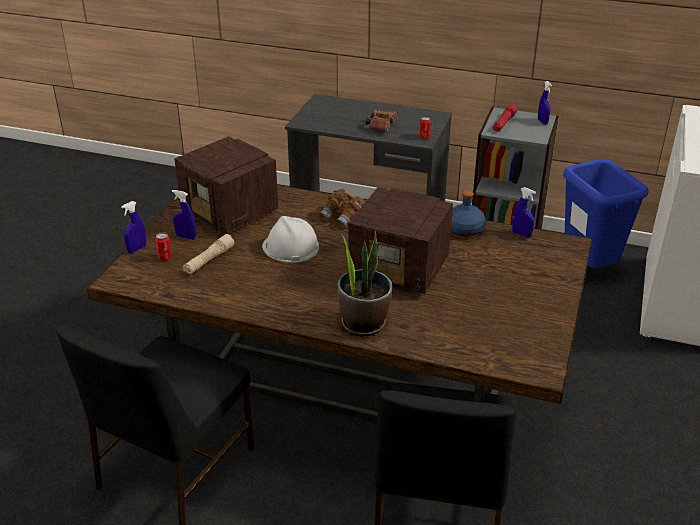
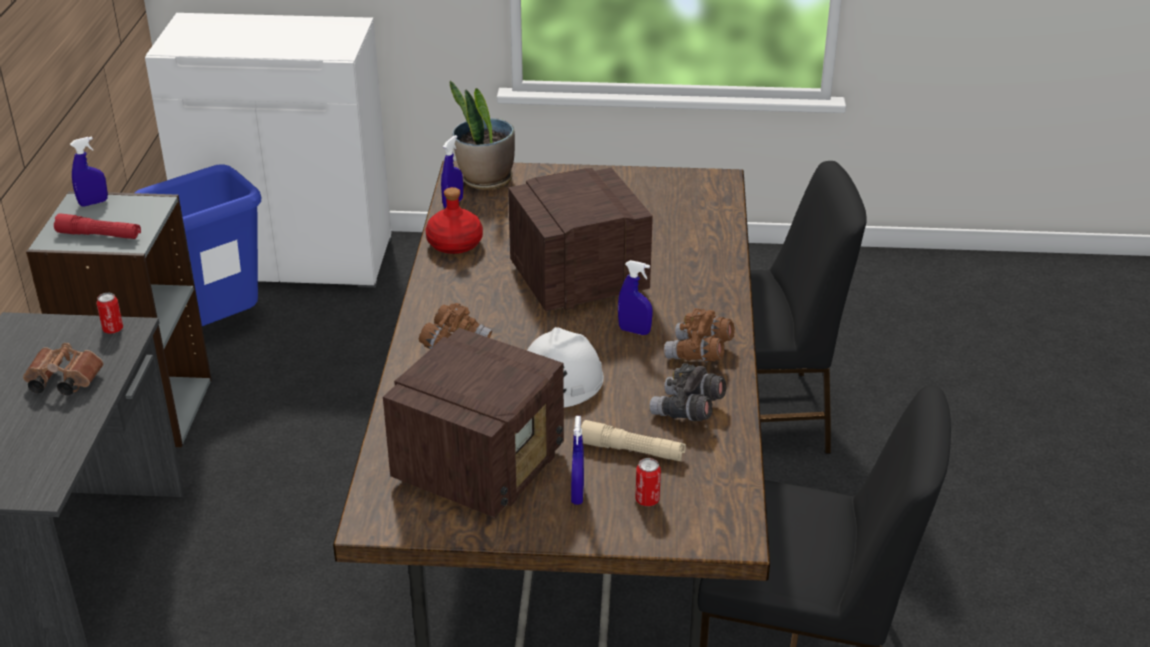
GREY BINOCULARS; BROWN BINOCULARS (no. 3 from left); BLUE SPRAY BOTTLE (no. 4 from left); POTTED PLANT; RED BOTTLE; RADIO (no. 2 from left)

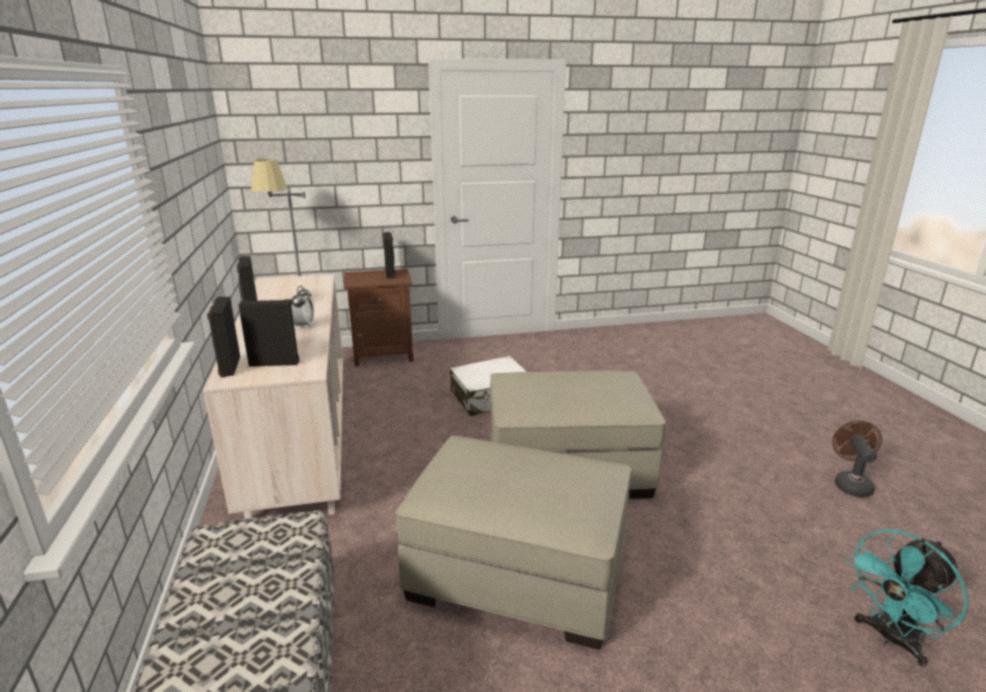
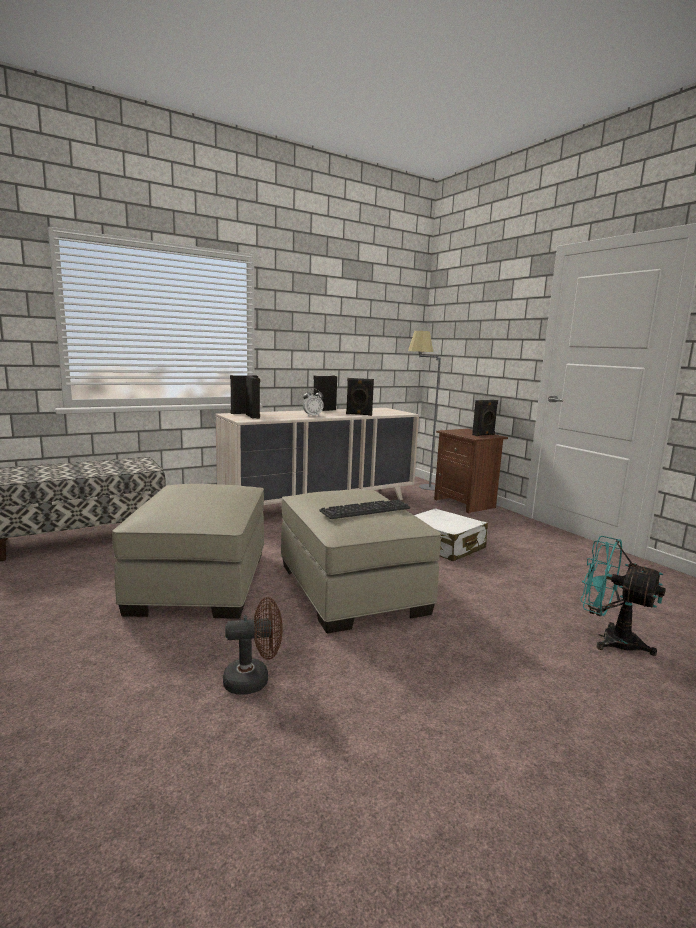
KEYBOARD; BLACK SPEAKER (no. 4 from left); BROWN FAN; TURQUOISE FAN

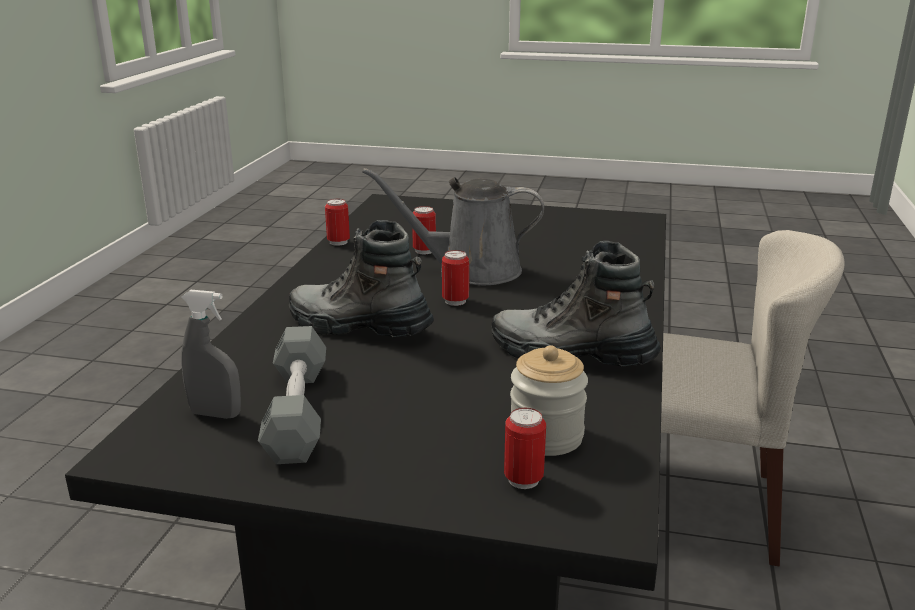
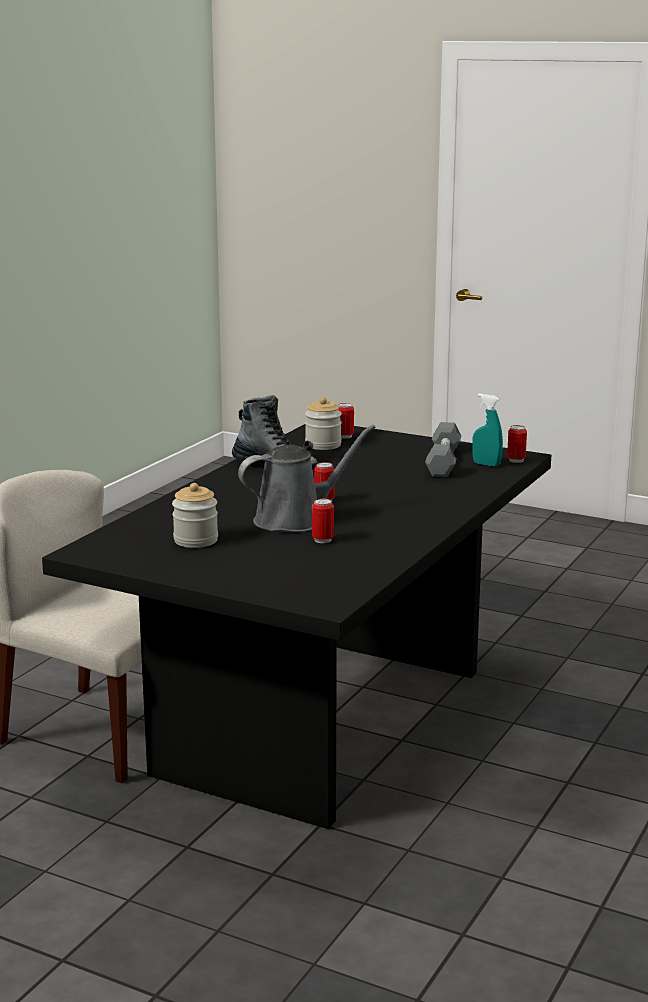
BOOT (no. 1 from left in the first image); JAR (no. 1 from left); CAN (no. 4 from left); TURQUOISE SPRAY BOTTLE; GREY WATERING CAN

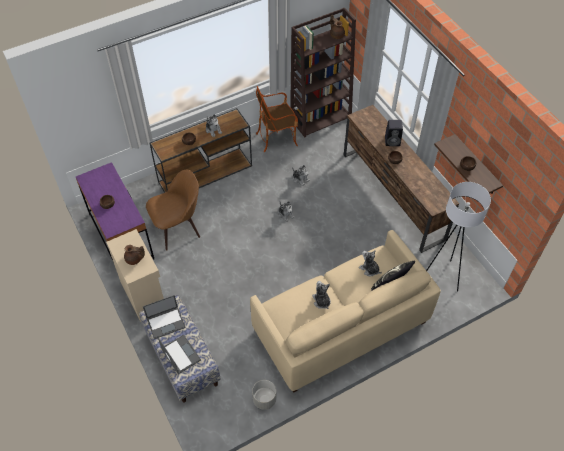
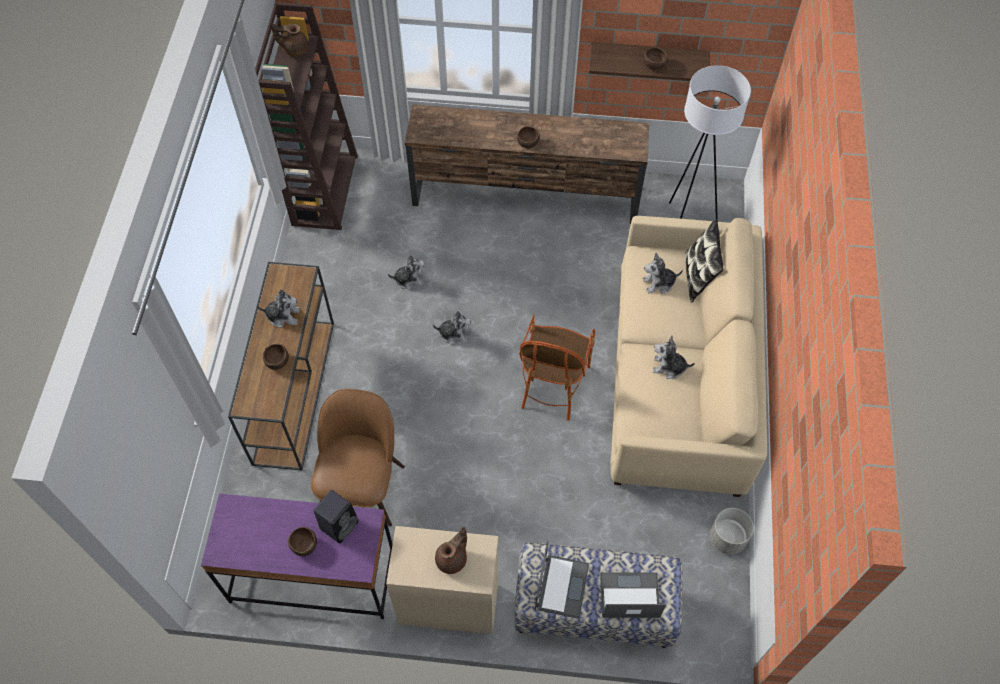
ARMCHAIR; BLACK SPEAKER

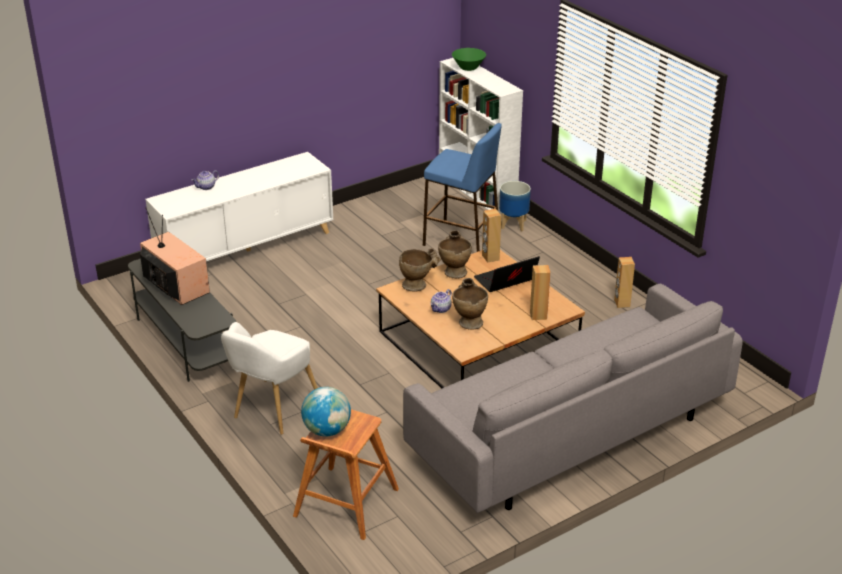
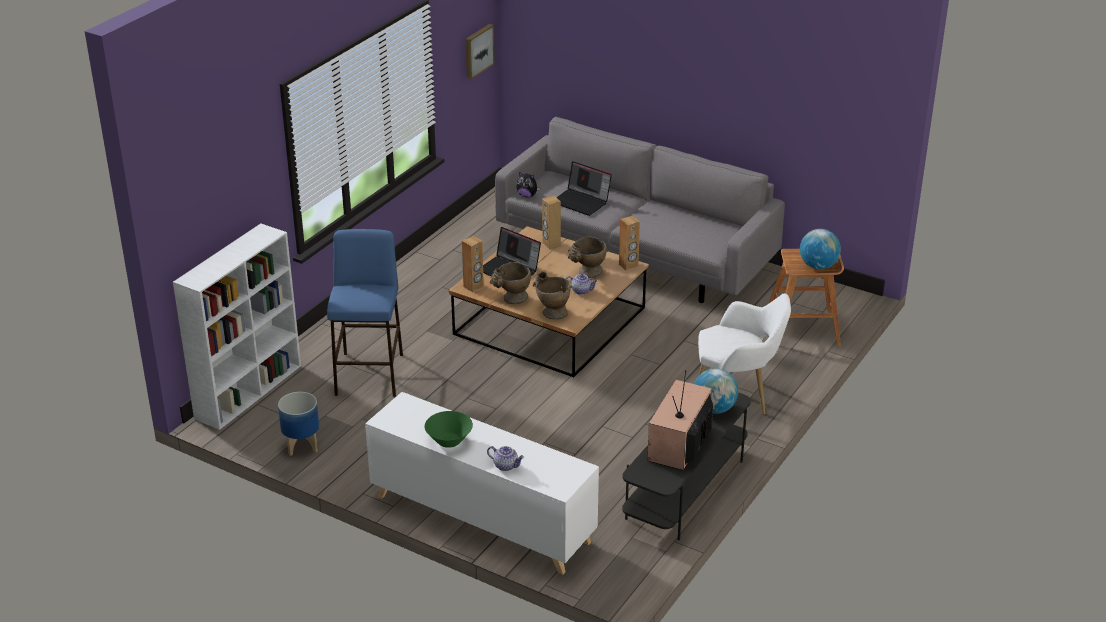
PICTURE; PLUSH TOY; LAPTOP (no. 2 from left); GLOBE (no. 1 from left); GREEN BOWL; PLANTER; BROWN SPEAKER (no. 3 from left)

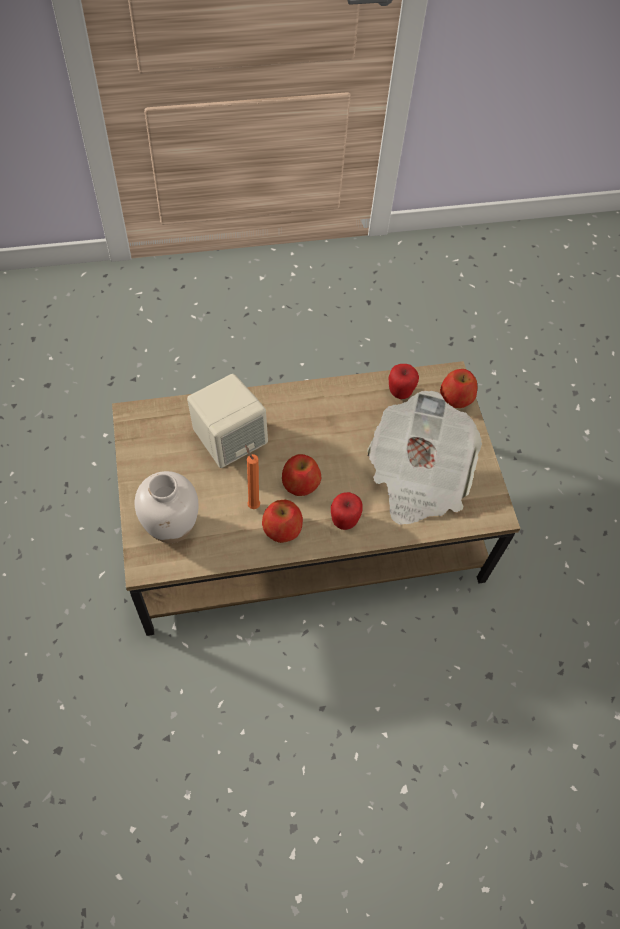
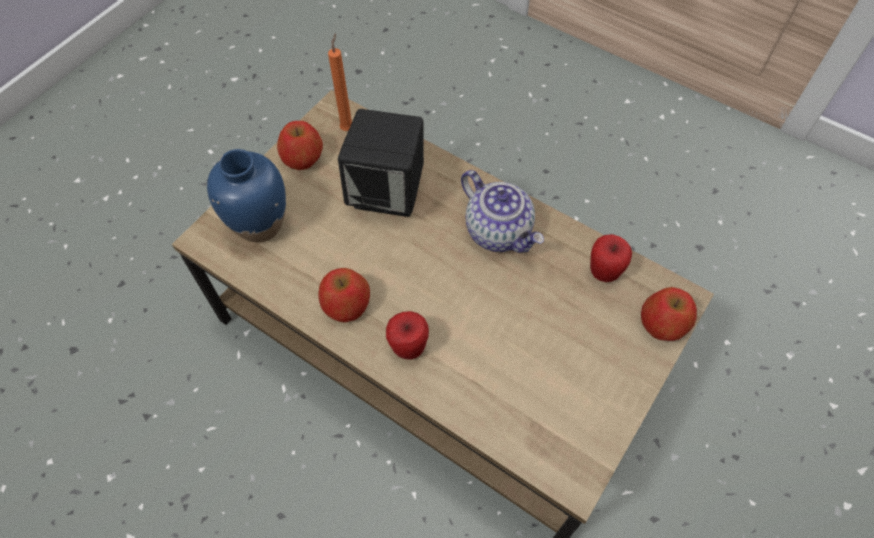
NEWSPAPER; TEAPOT; ORANGE CANDLE; APPLE (no. 1 from left); BLUE VASE; BLACK SPEAKER

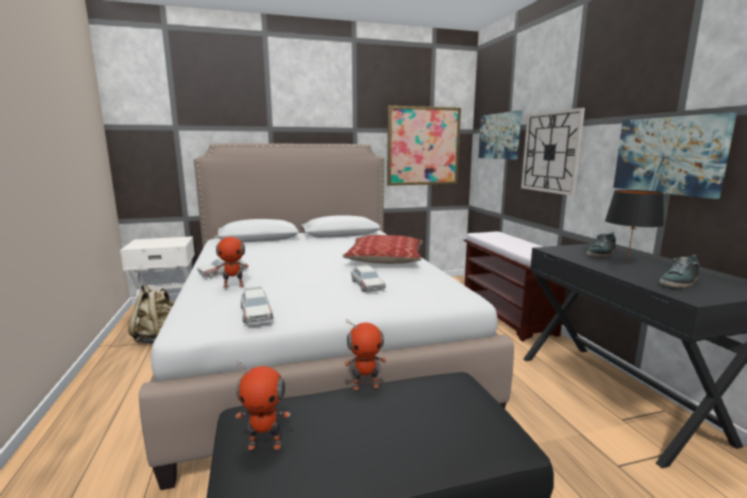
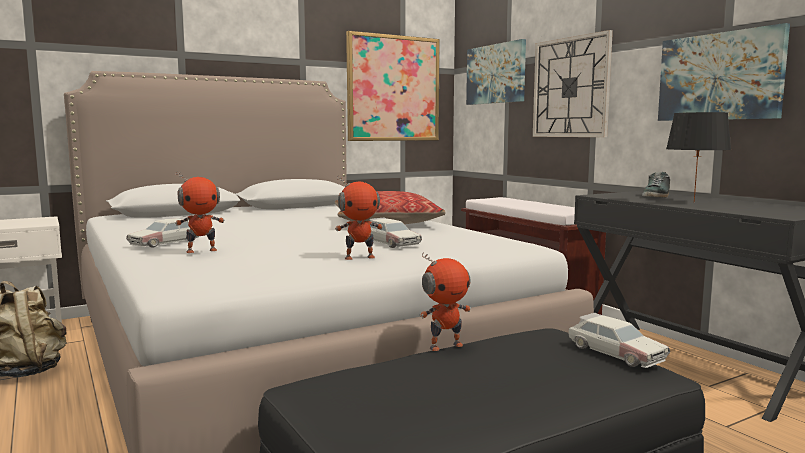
SHOE (no. 2 from left in the first image); TOY ROBOT (no. 2 from left); TOY CAR (no. 3 from left)

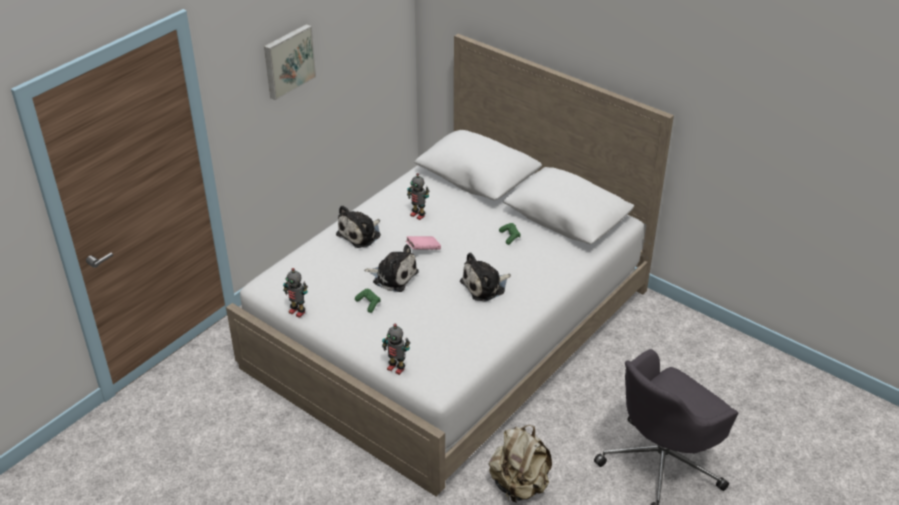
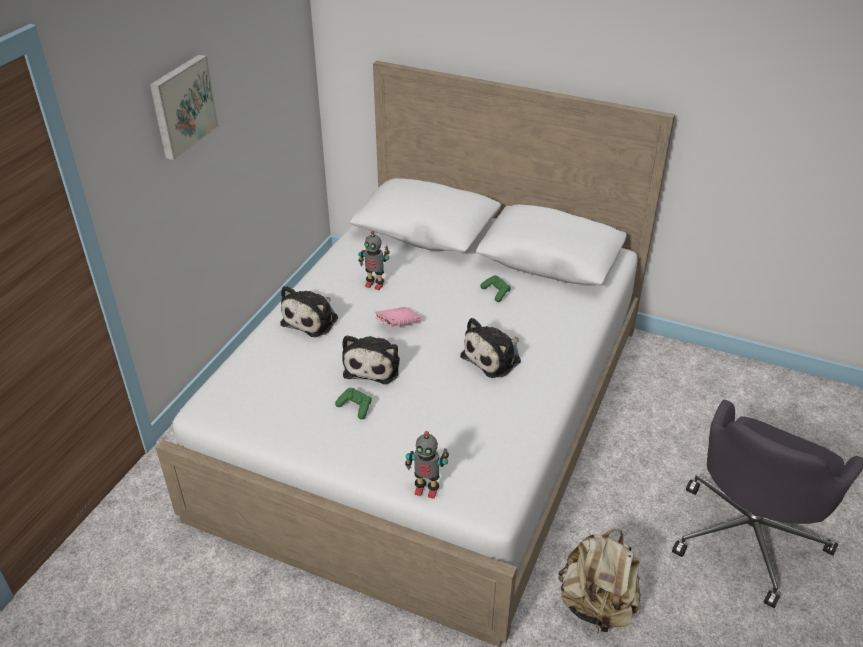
TOY ROBOT (no. 1 from left in the first image); PLUSH TOY (no. 2 from left)

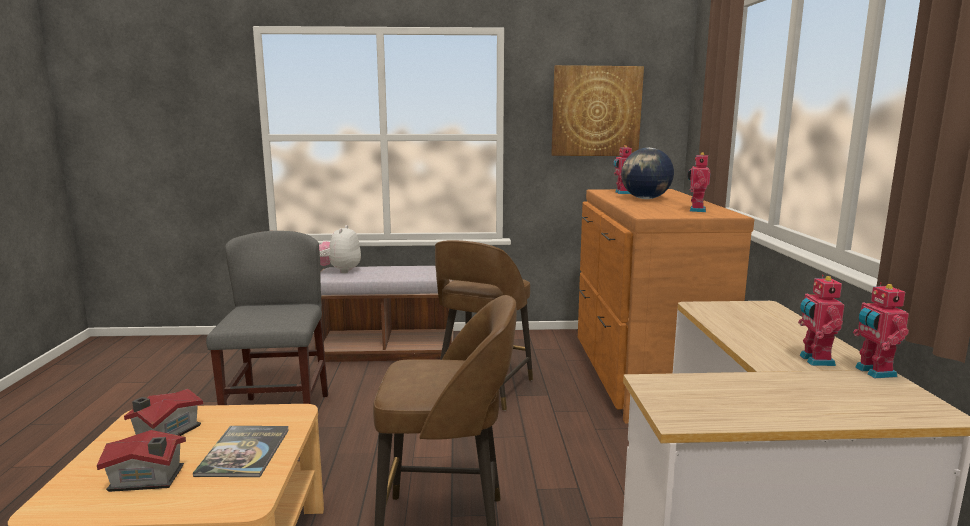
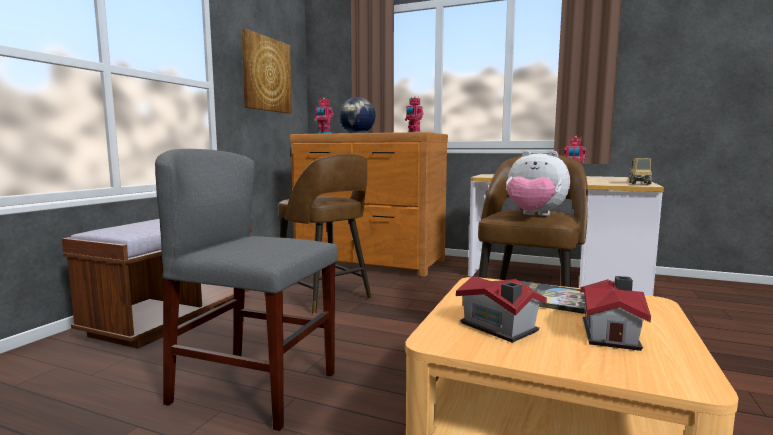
TOY ROBOT (no. 4 from left in the first image); TOY TRUCK; PLUSH TOY

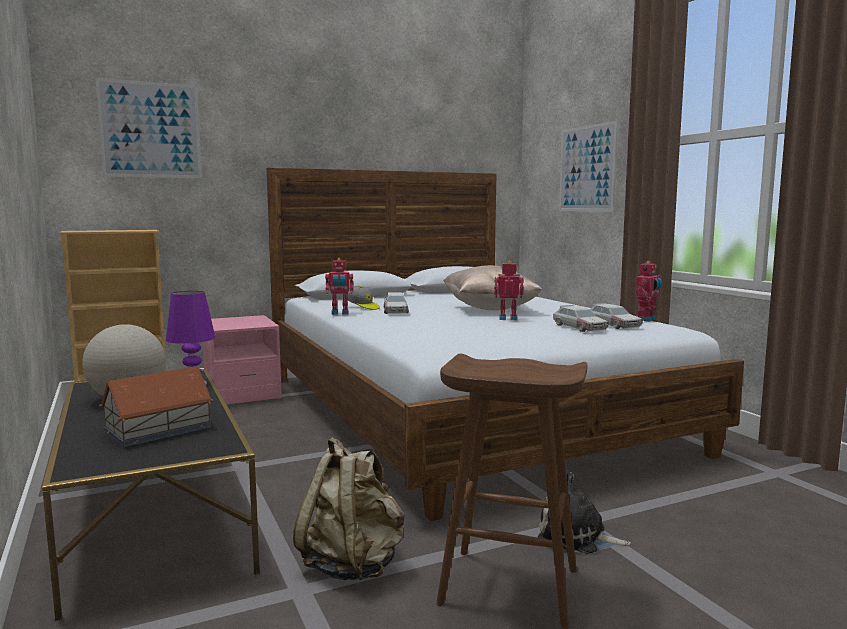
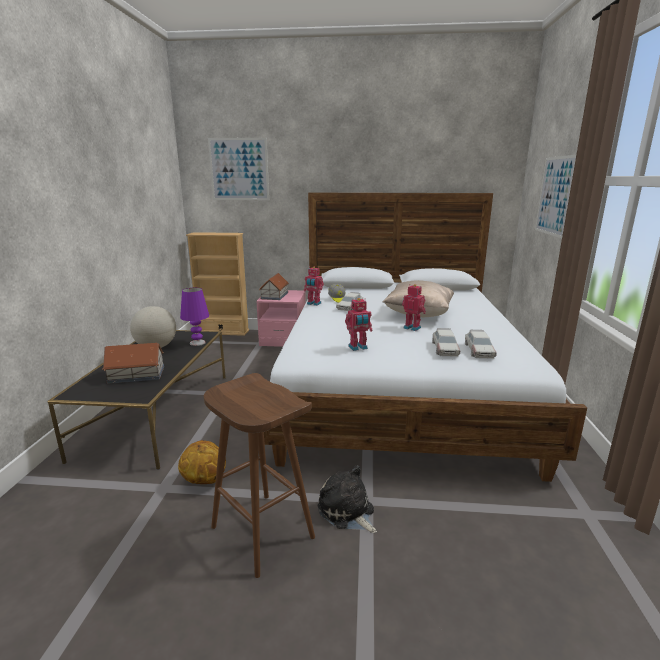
TOY HOUSE (no. 2 from left); TOY ROBOT (no. 2 from left); BASKETBALL

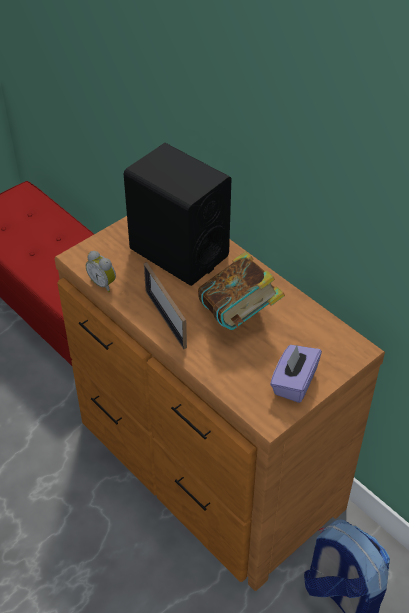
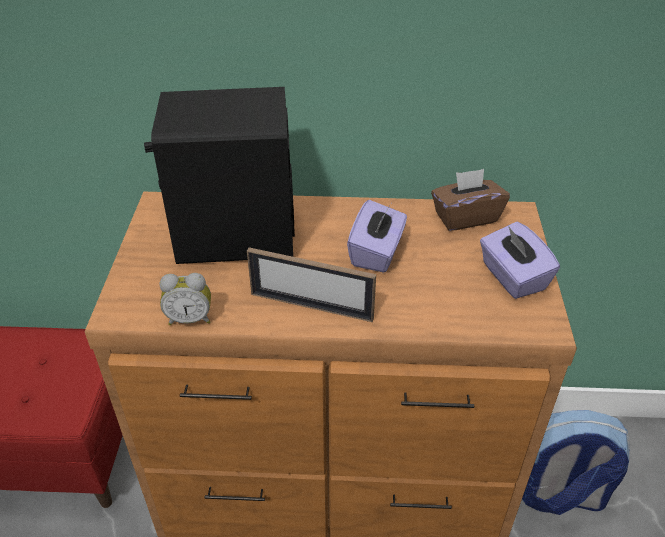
BROWN TISSUE BOX; PURPLE TISSUE BOX (no. 1 from left)

